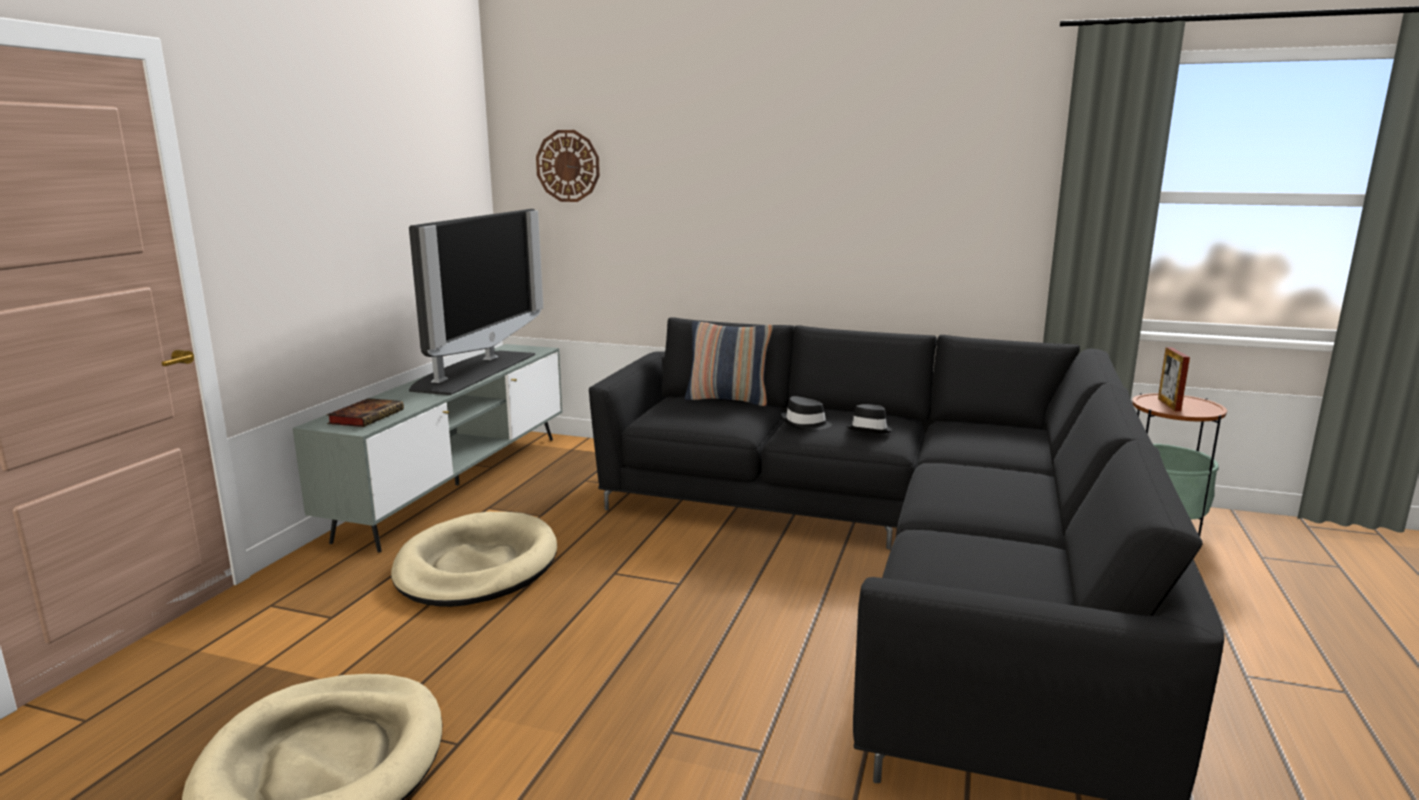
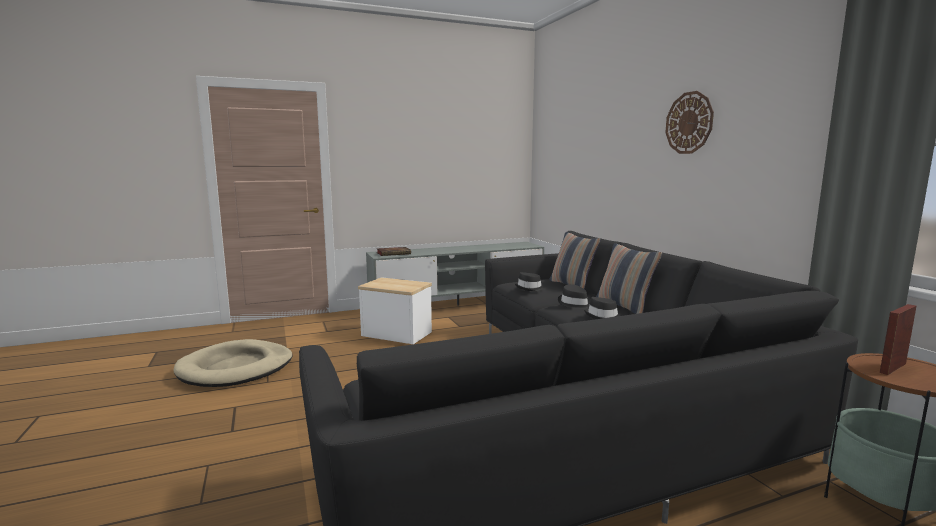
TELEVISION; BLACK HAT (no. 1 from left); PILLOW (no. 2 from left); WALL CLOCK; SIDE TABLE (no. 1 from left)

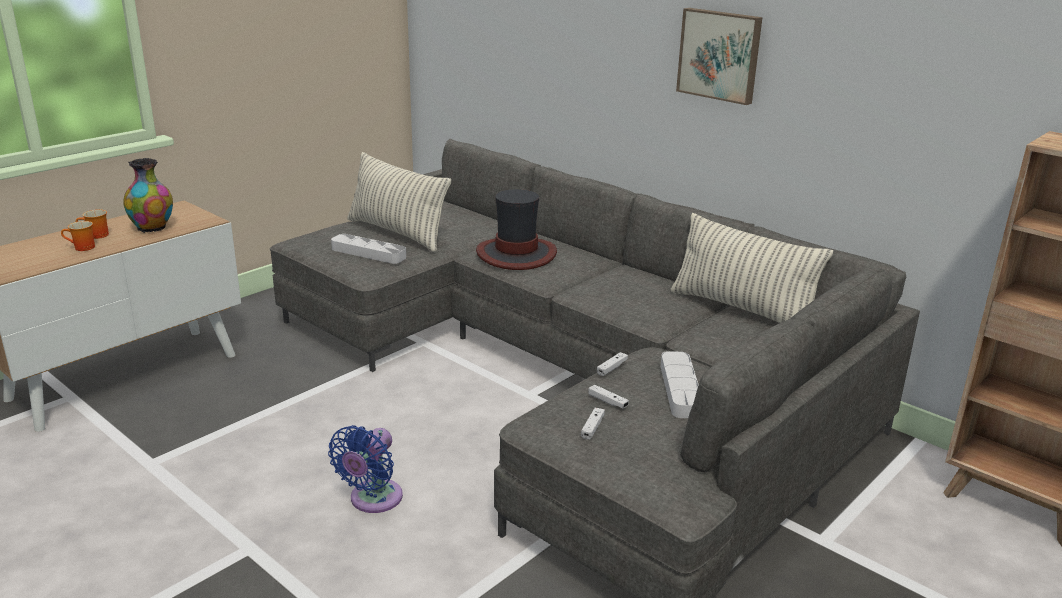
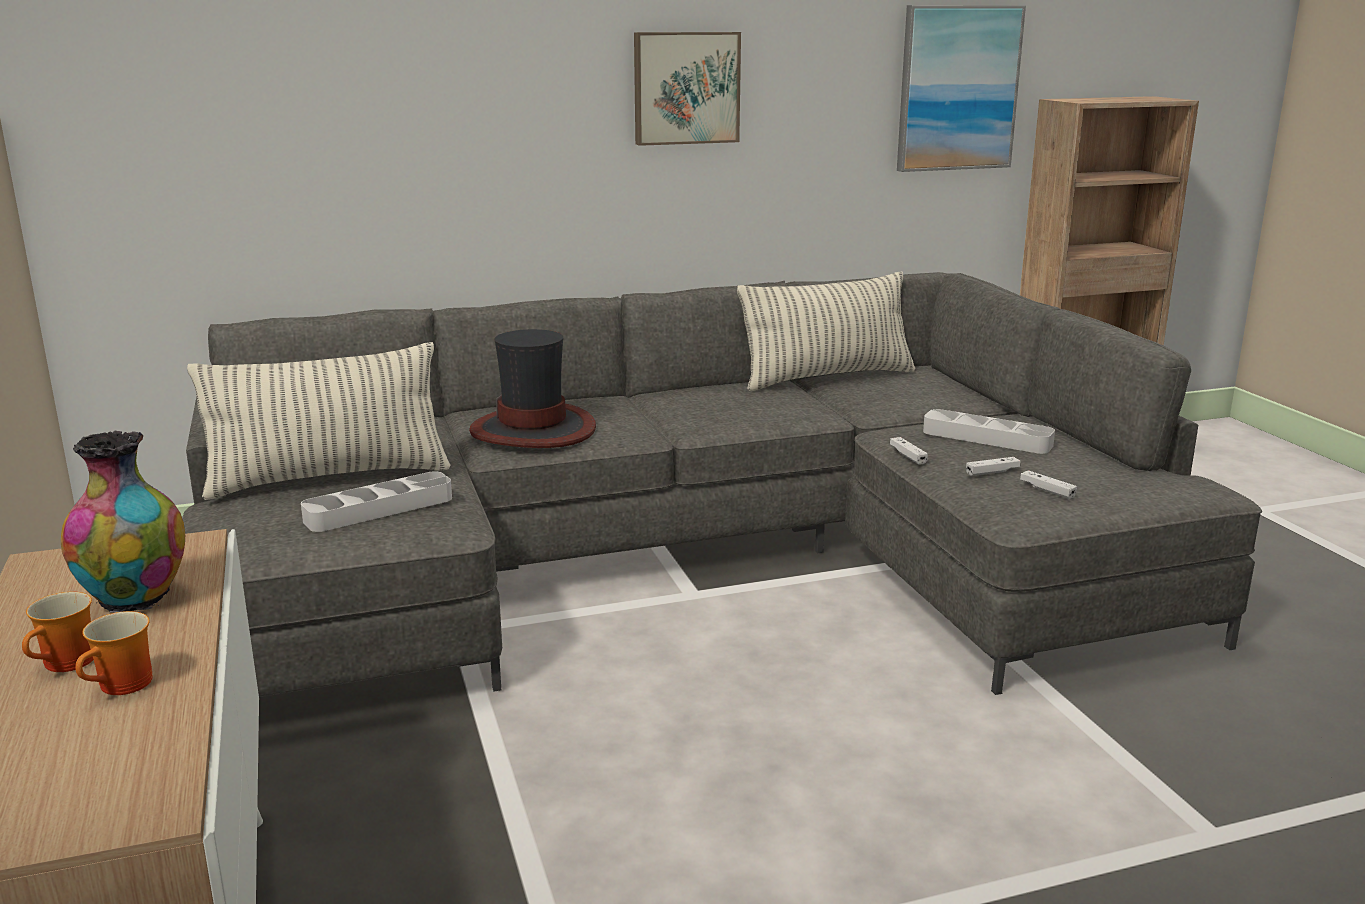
BLUE FAN; PICTURE (no. 2 from left)

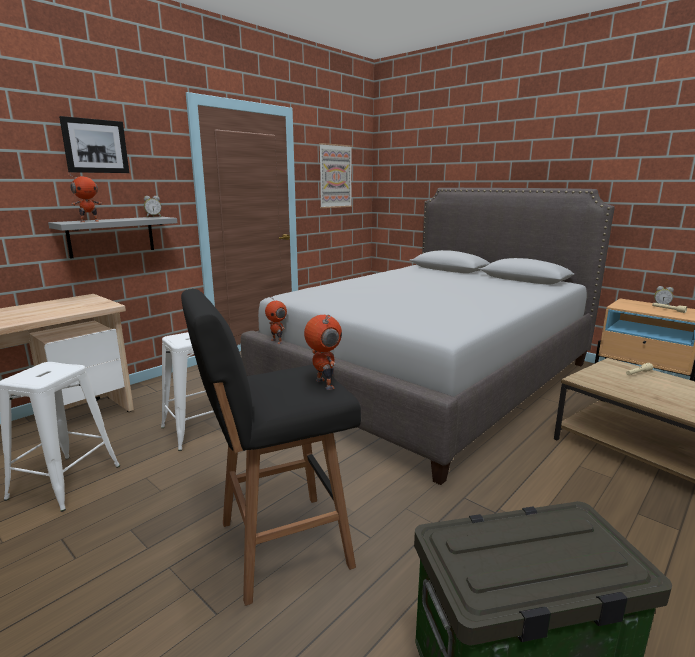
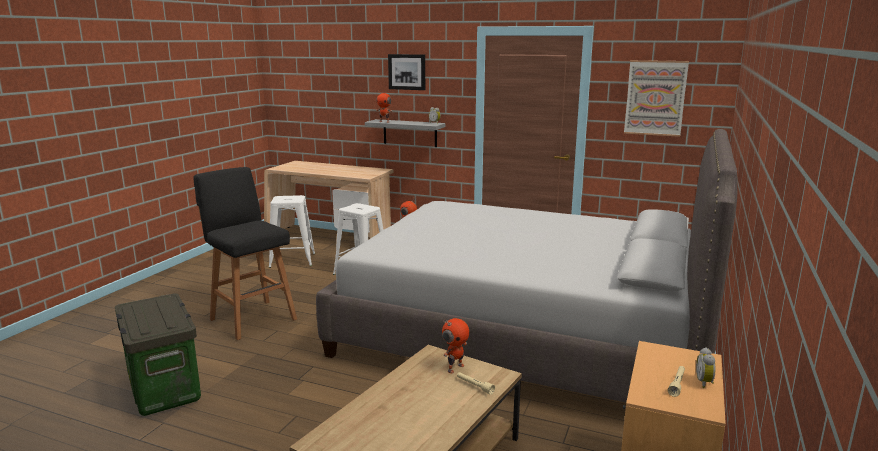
TOY ROBOT (no. 3 from left)

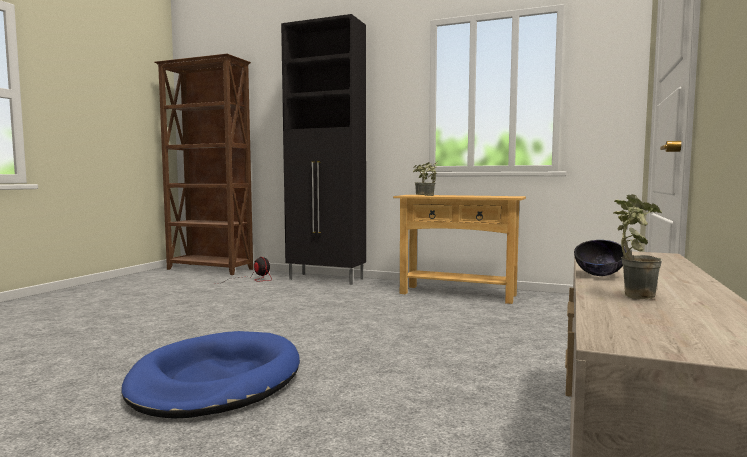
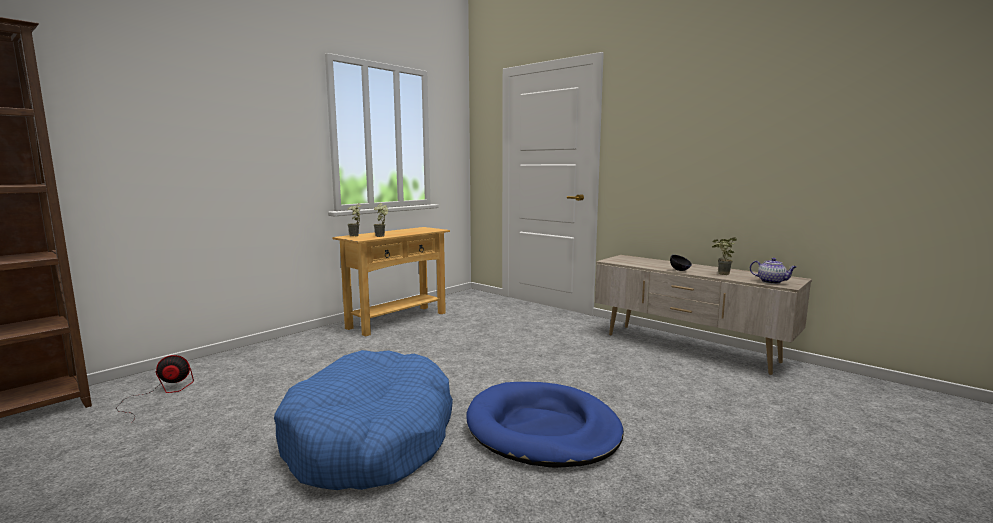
BLACK CABINET; BLUE DOG BED (no. 1 from left); TEAPOT

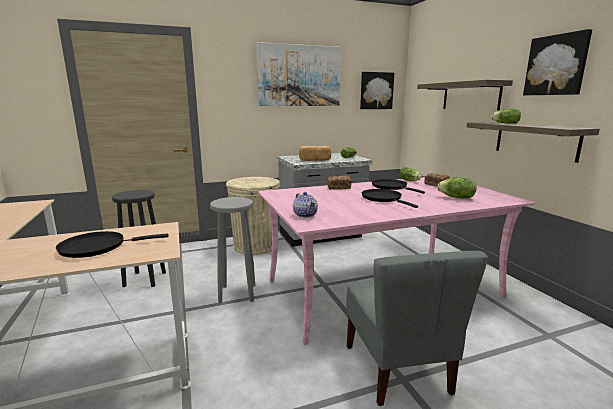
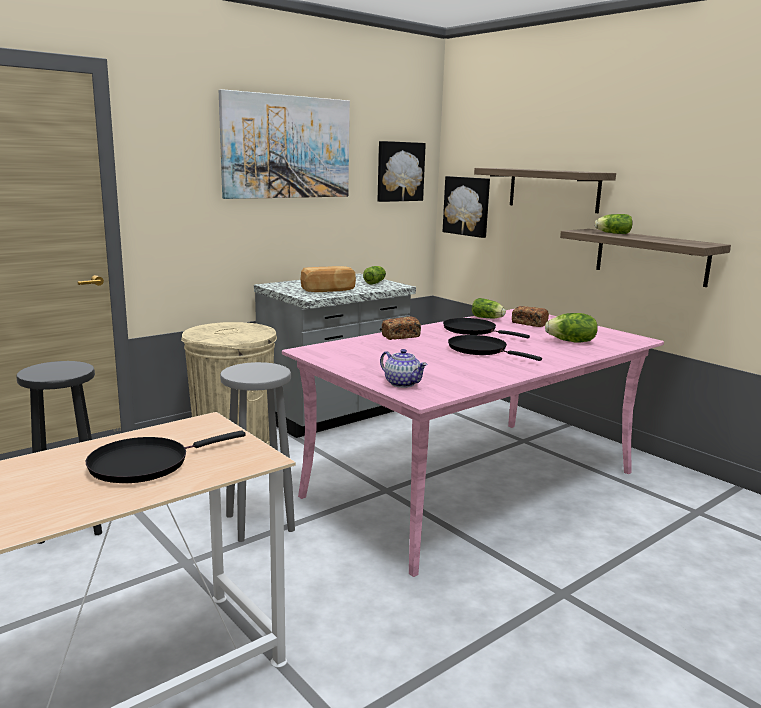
GREY CHAIR; PICTURE (no. 3 from left)

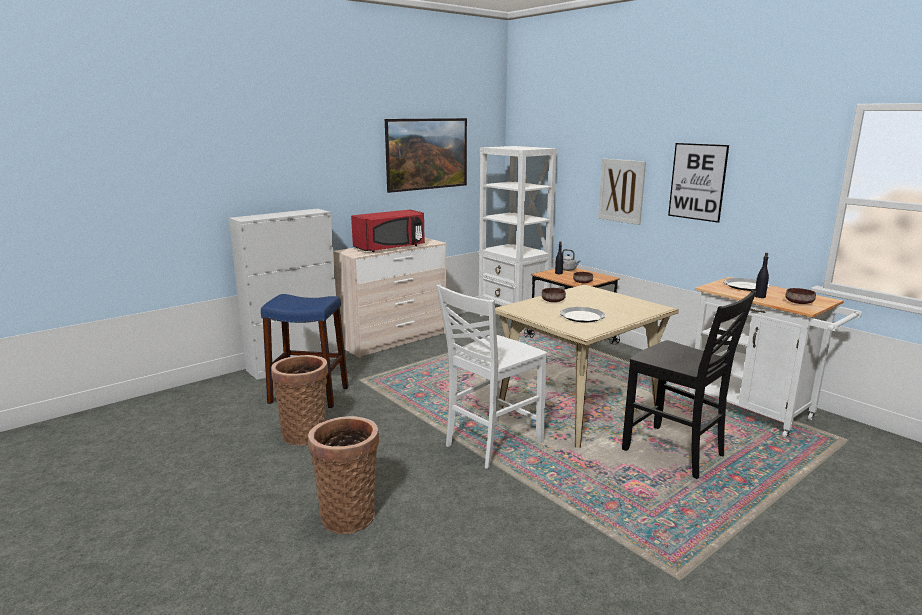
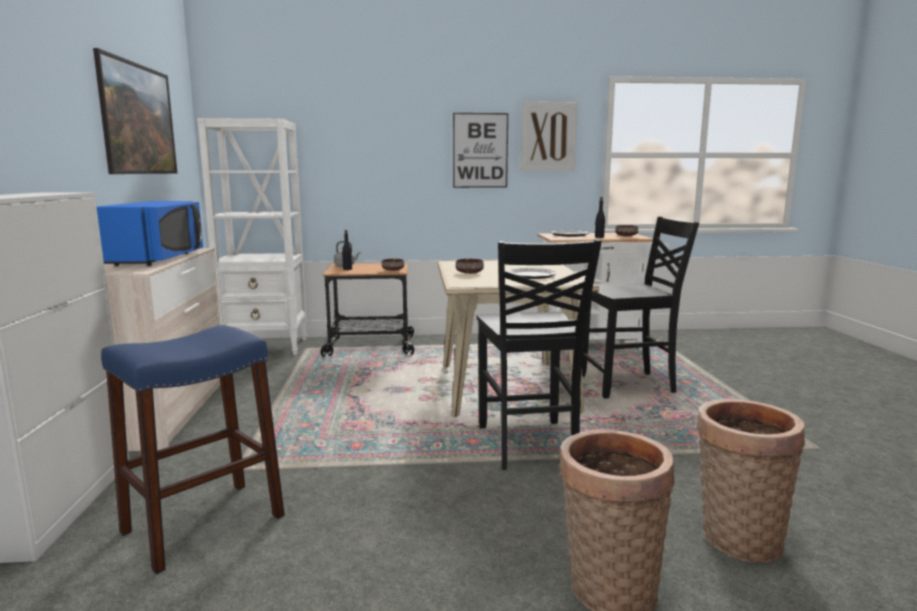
BASKET (no. 2 from left); PICTURE (no. 3 from left); BLUE MICROWAVE; BLACK CHAIR (no. 1 from left)

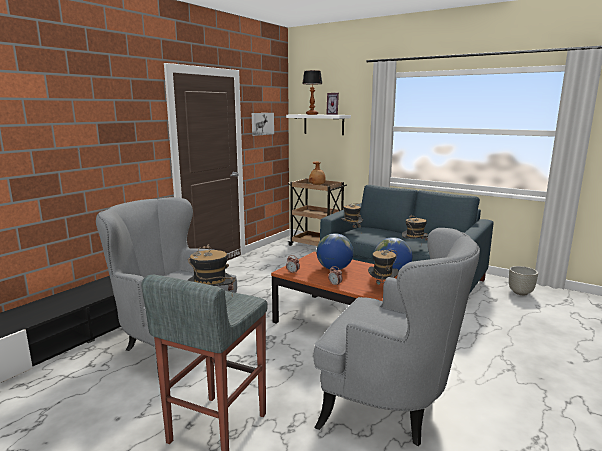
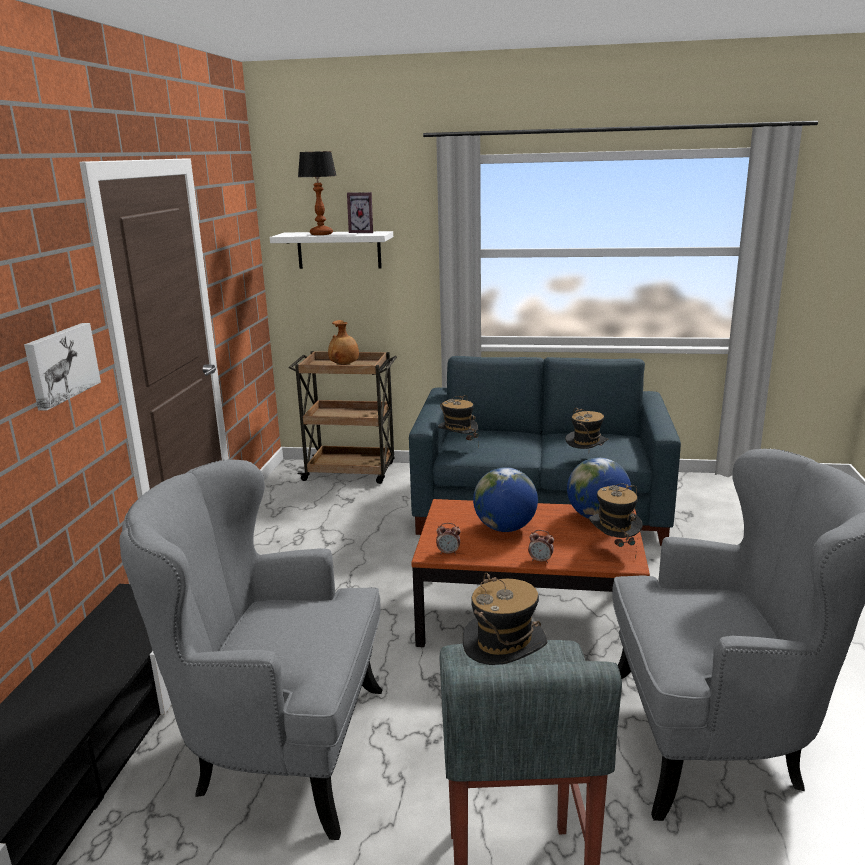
GREY PLANTER; PICTURE

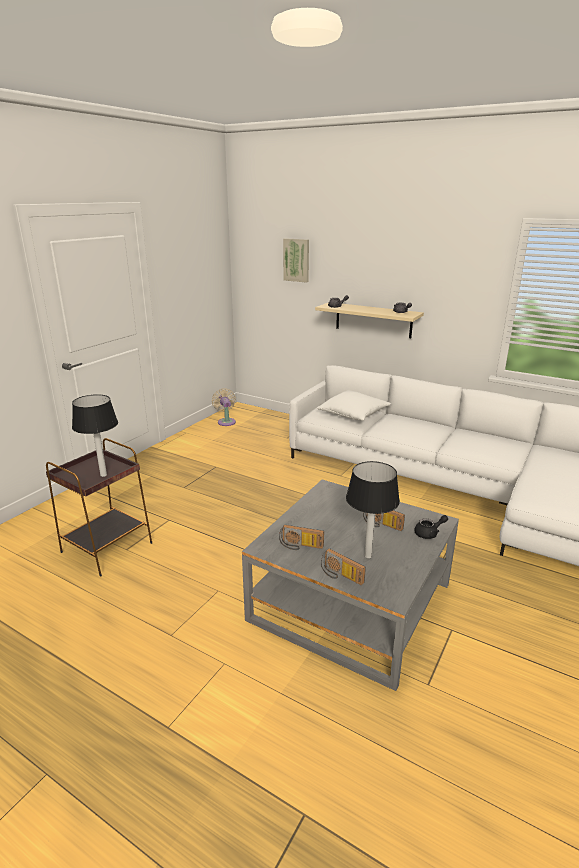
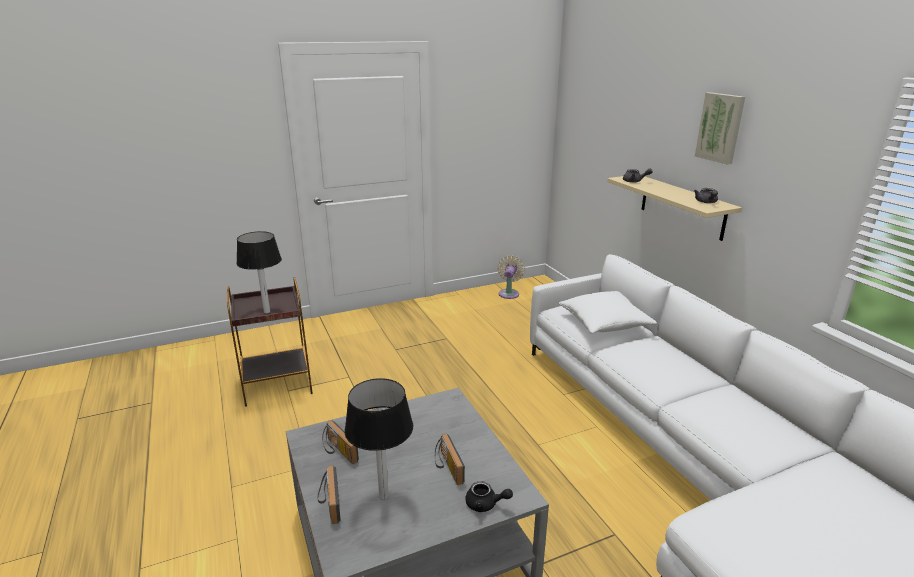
PICTURE

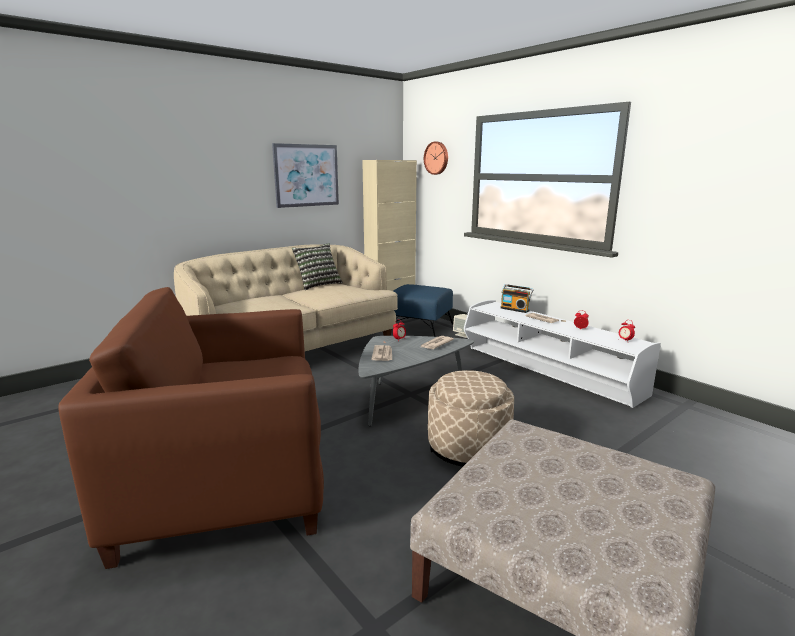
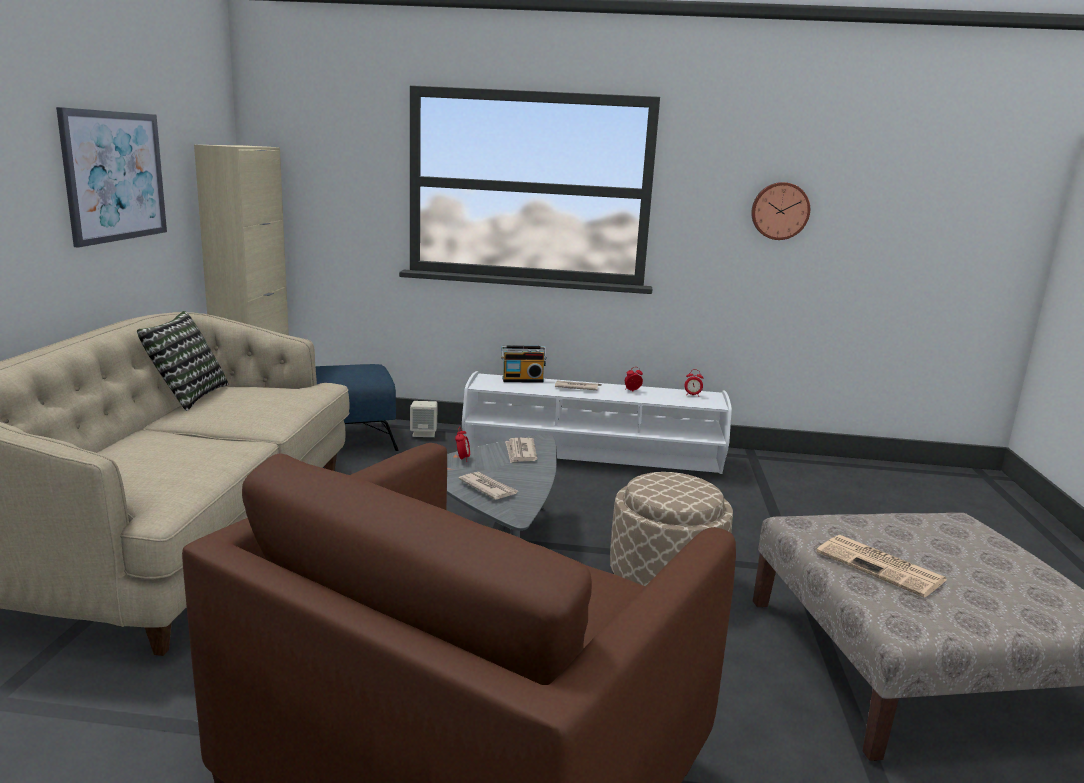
NEWSPAPER (no. 4 from left); WALL CLOCK

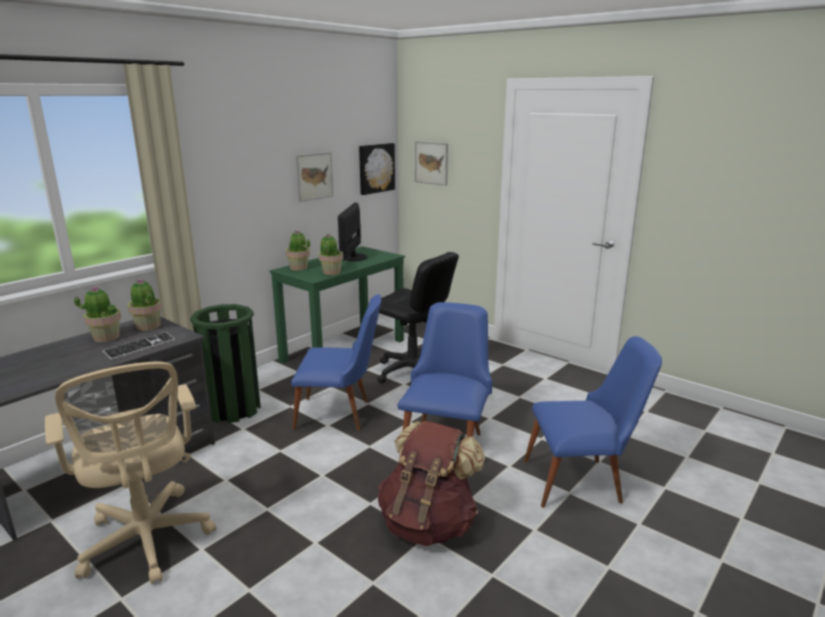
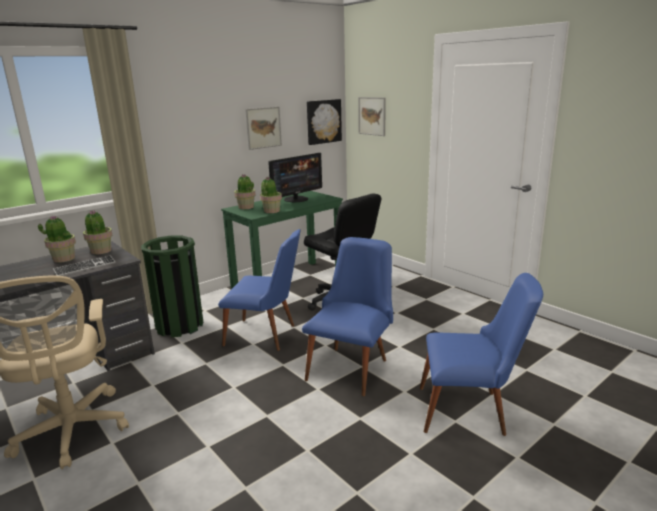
BROWN BACKPACK; MONITOR

